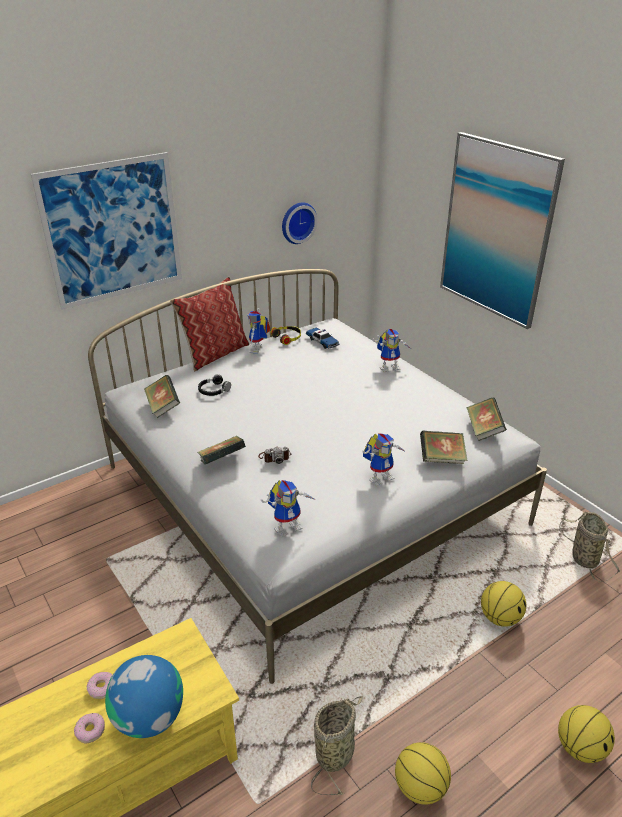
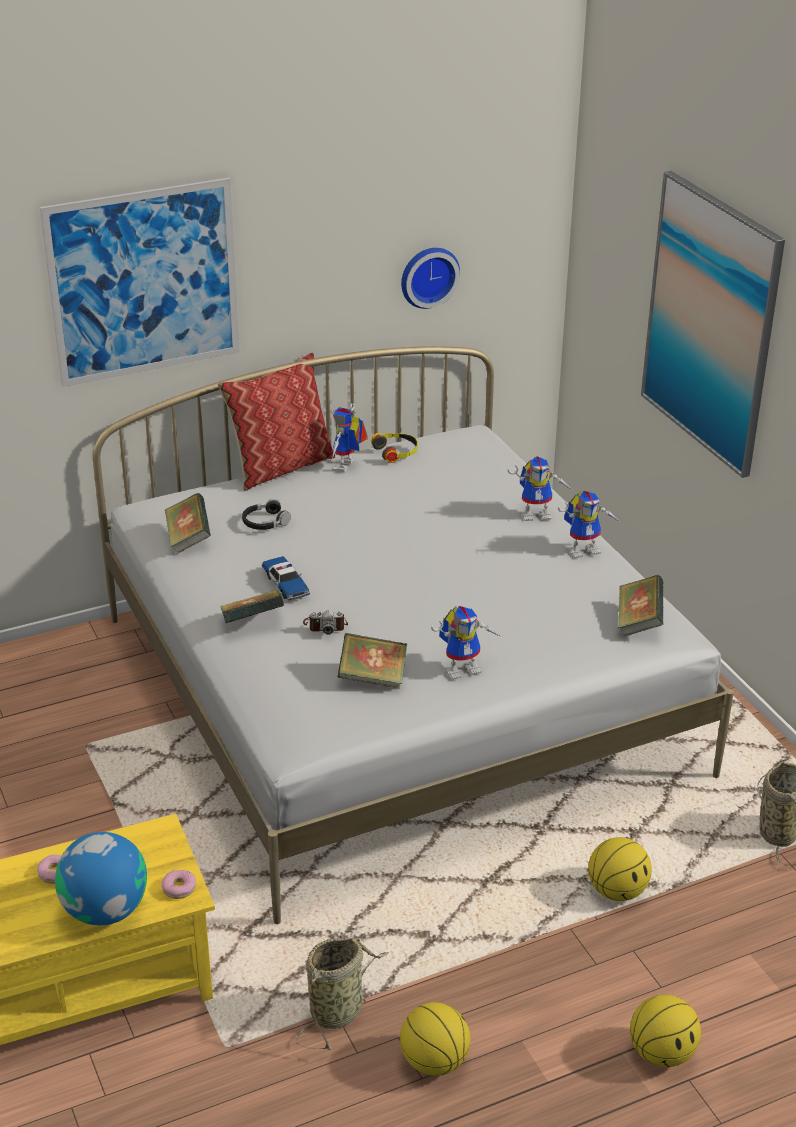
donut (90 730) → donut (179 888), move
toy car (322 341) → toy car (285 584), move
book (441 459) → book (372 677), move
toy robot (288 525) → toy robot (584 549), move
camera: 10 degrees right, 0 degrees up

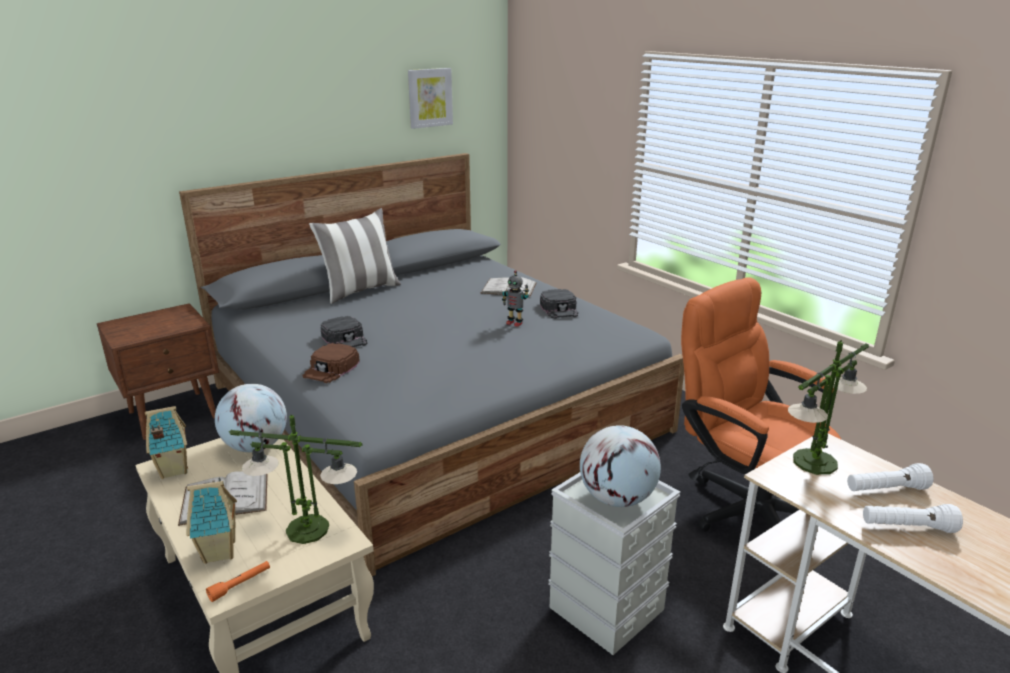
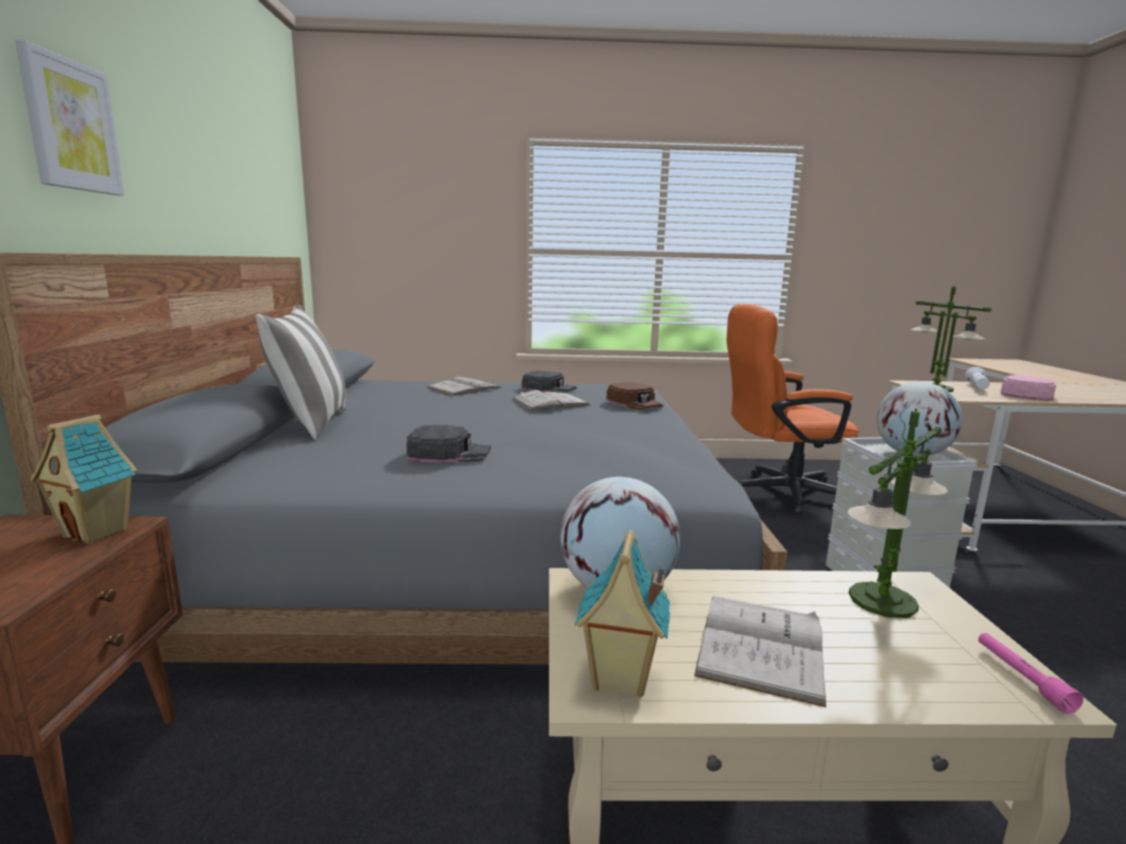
picture (430 98) → picture (71 125), move
toy house (220 552) → toy house (98 532), move
toy robot (514 323) → white book (550 402)
brown cap (331 369) → brown cap (635 402), move
orange flashlight (240 585) → pink flashlight (1021 678)
white flashlight (907 527) → pink cap (1026 394)
camera: 55 degrees left, 10 degrees down

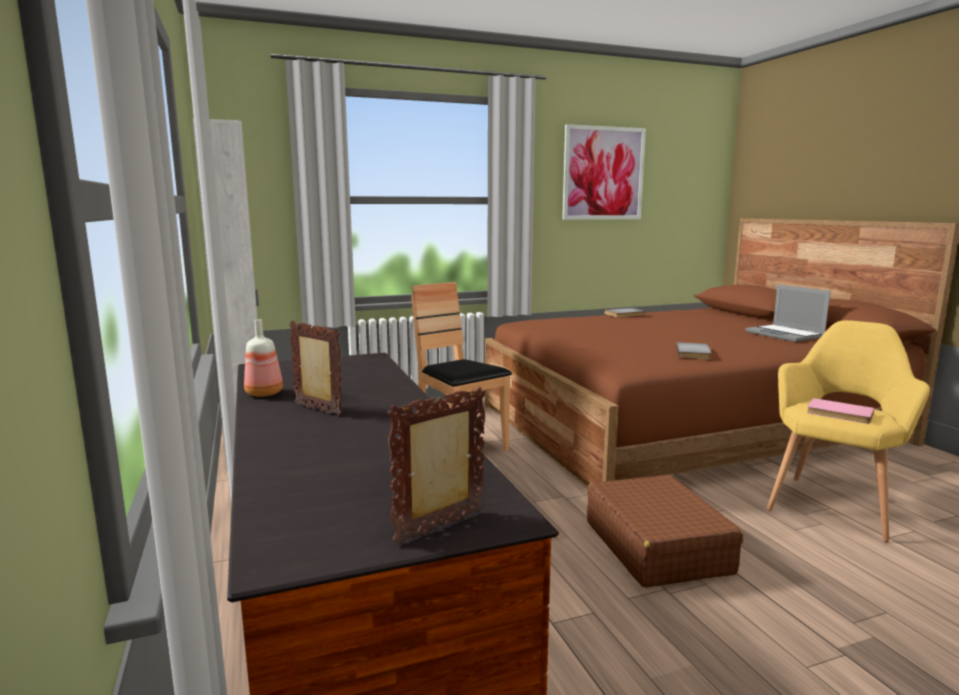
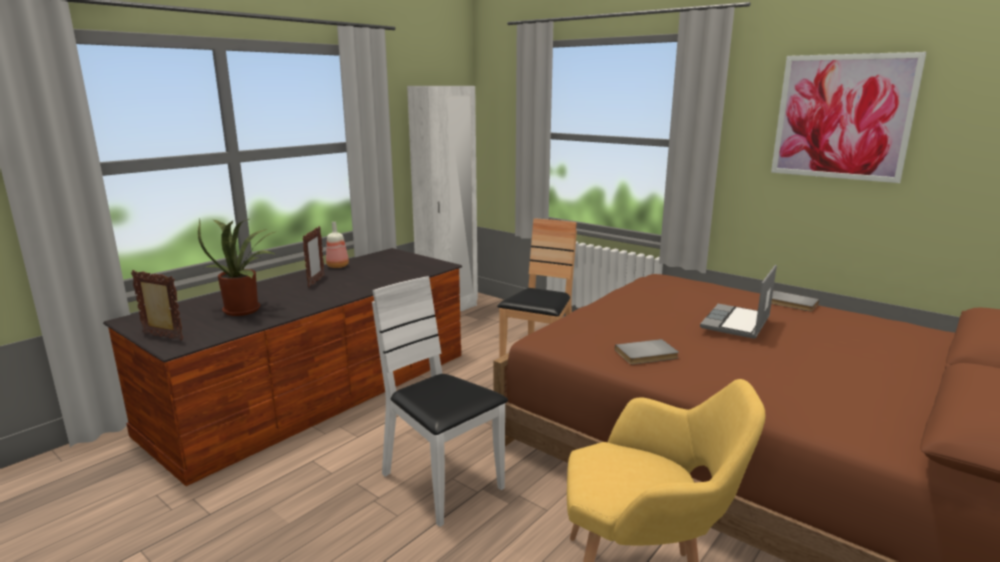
- → potted plant (246 309)
brown suitcase (656 546) → white chair (441 483)
laptop (785 335) → laptop (736 323), move
pink book (839 414) → -
camera: 60 degrees right, 5 degrees up

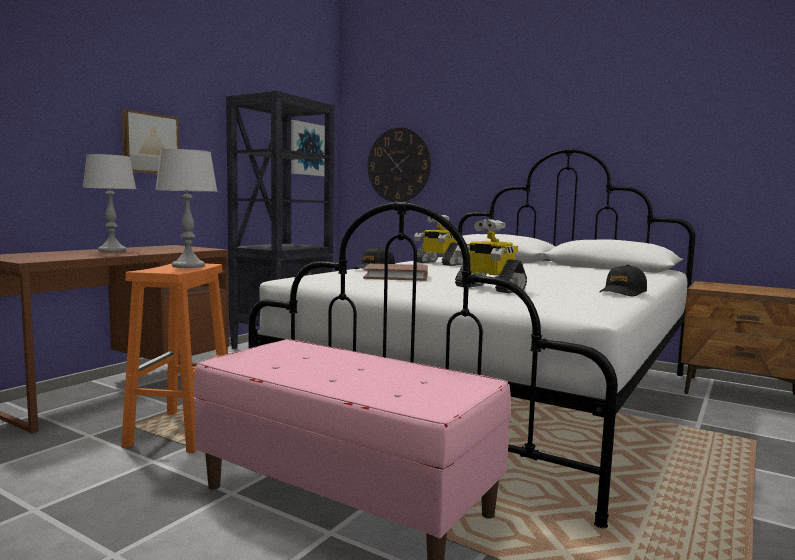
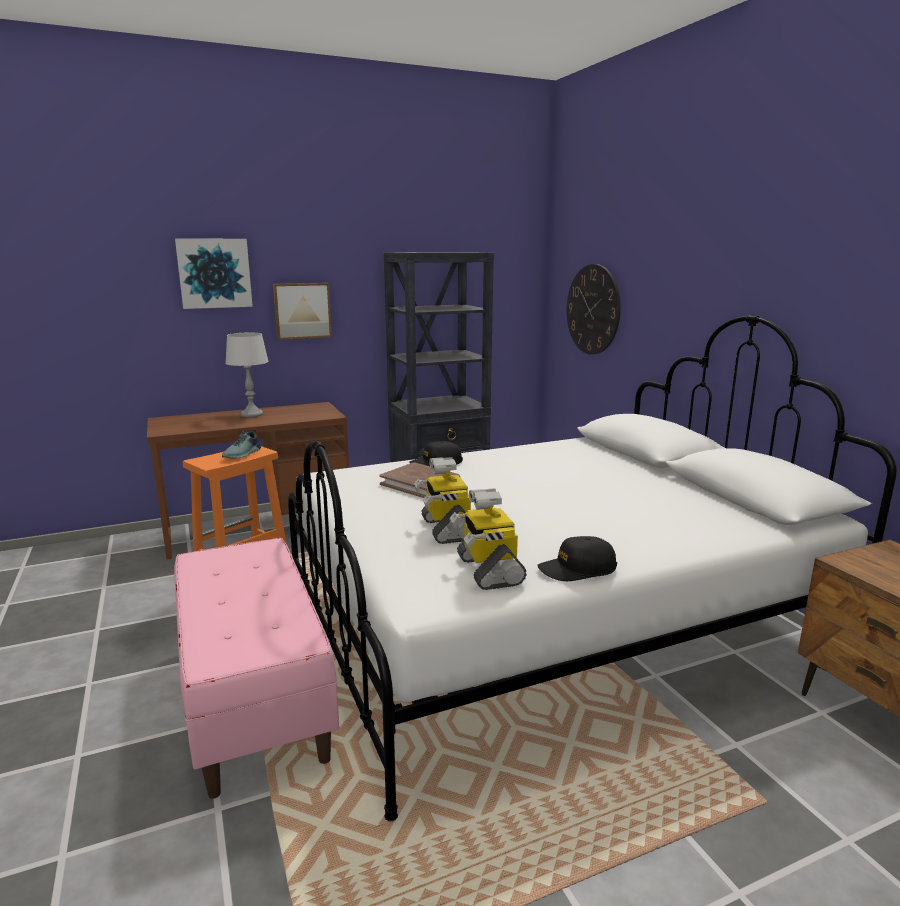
picture (307 149) → picture (214 273), move
grey table lamp (189 266) → shoe (243 454)
toy robot (438 263) → toy robot (488 570), move
camera: 35 degrees right, 10 degrees up

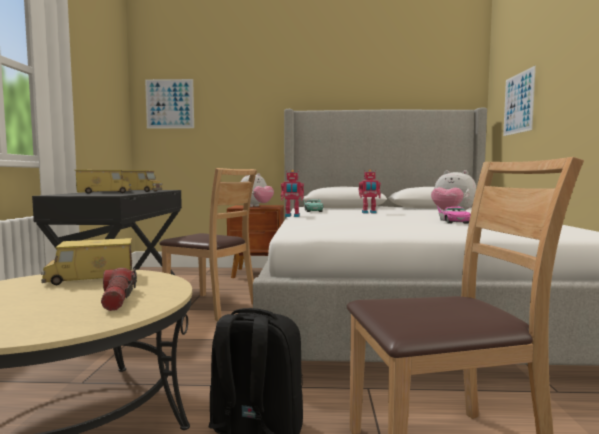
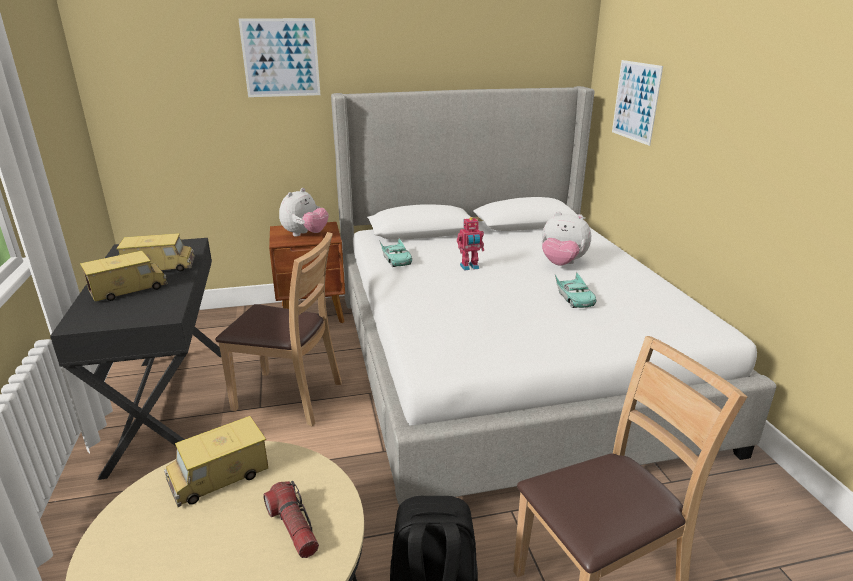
picture (170 104) → picture (281 58), move
pink toy car (453 221) → turquoise toy car (574 298)
toy robot (292 216) → -
camera: 15 degrees left, 20 degrees up

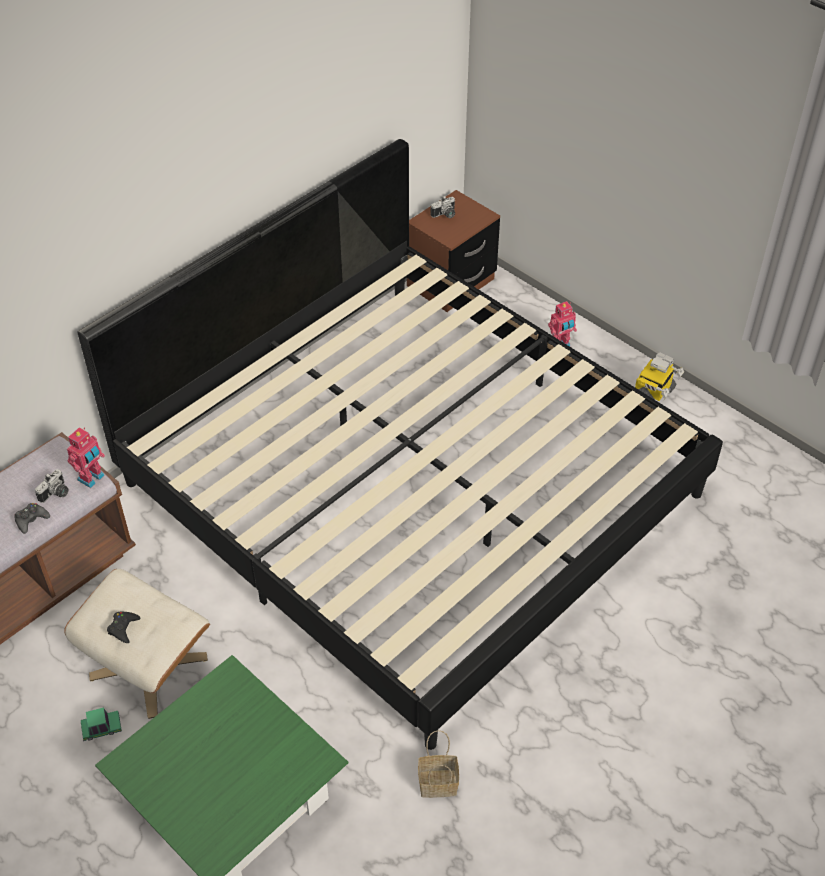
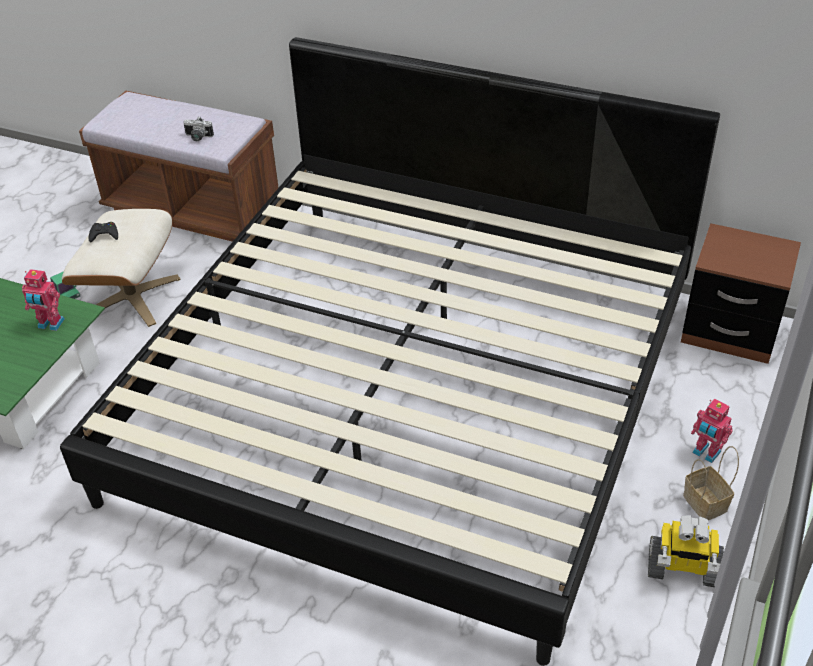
toy robot (92 478) → toy robot (50 324), move
basket (439 782) → basket (706 504), move
black game controller (31 520) → -
photo camera (445 215) → -
camera: 70 degrees right, 5 degrees down

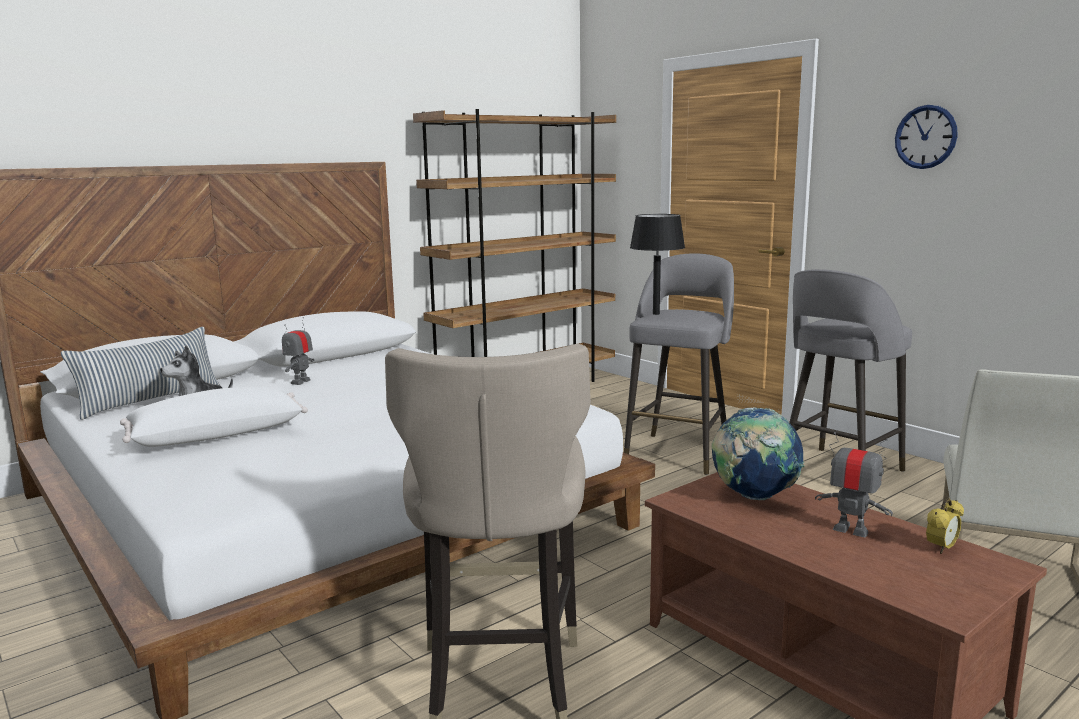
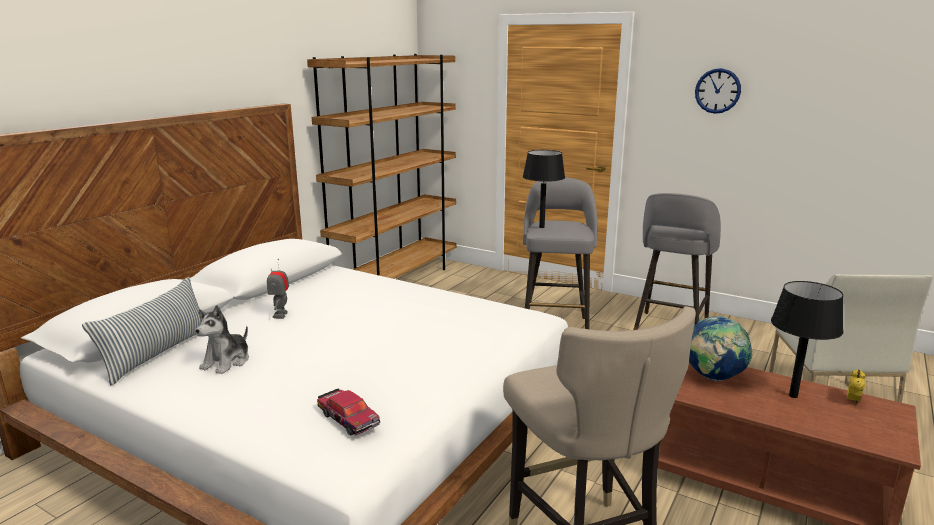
- → toy car (348 418)
toy robot (851 530) → black table lamp (793 396)
white pillow (217 435) → -
camera: 20 degrees left, 5 degrees up

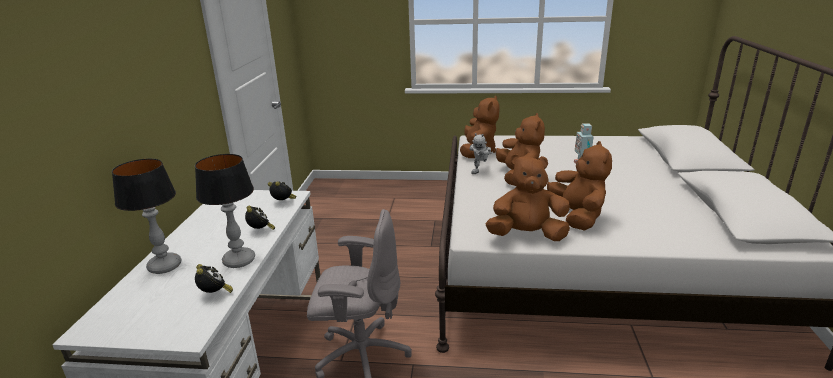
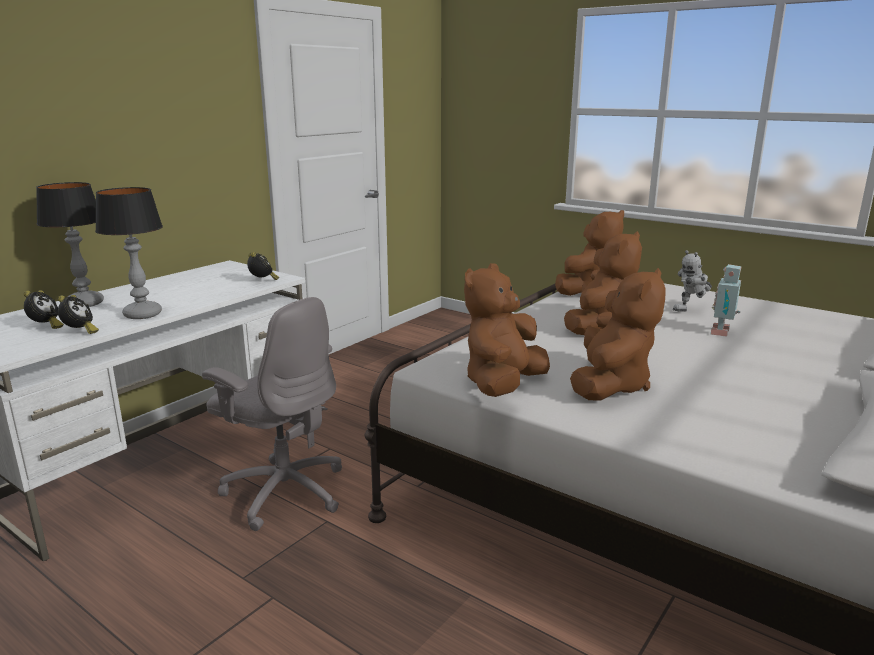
alarm clock (260 231) → alarm clock (45 327), move
brown plush toy (527 235) → brown plush toy (503 385), 90 degrees counterclockwise
toy robot (480 171) → toy robot (691 310), move
camera: 30 degrees right, 5 degrees down

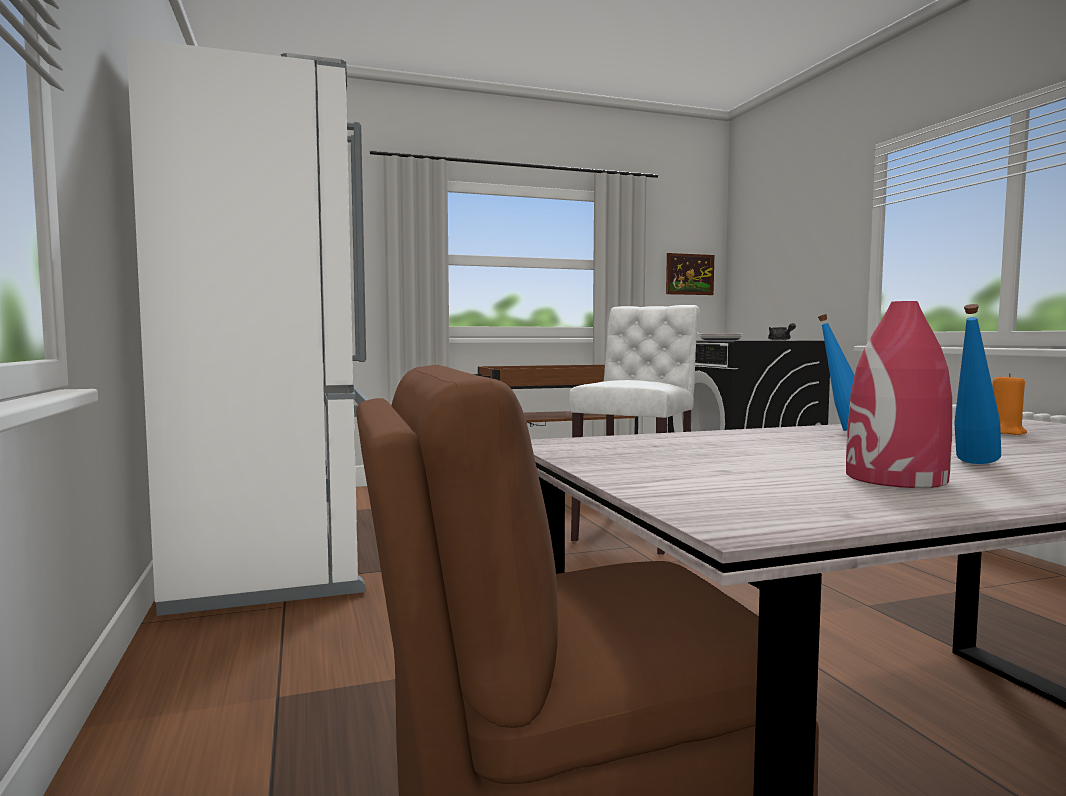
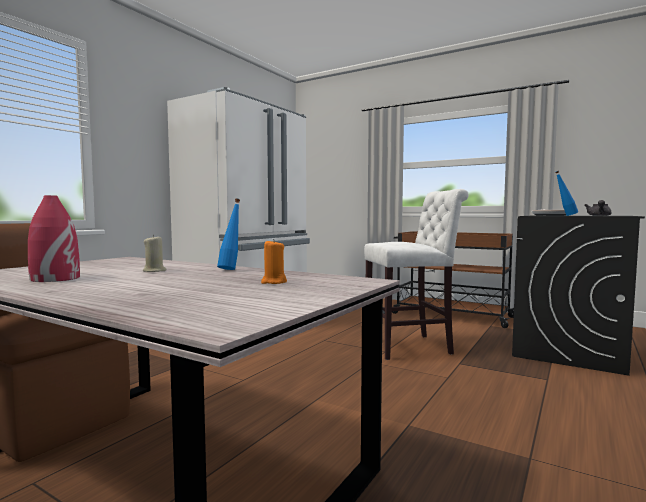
- → beige candle (155 271)
blue bottle (972 464) → blue bottle (565 215), move
picture (689 274) → -
camera: 50 degrees right, 0 degrees up

